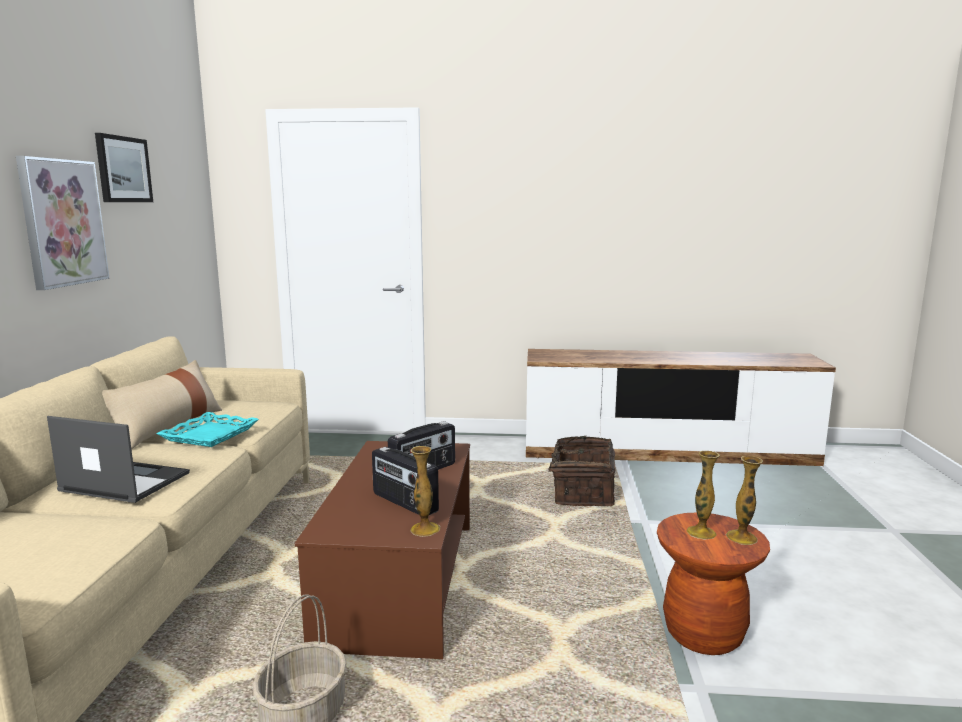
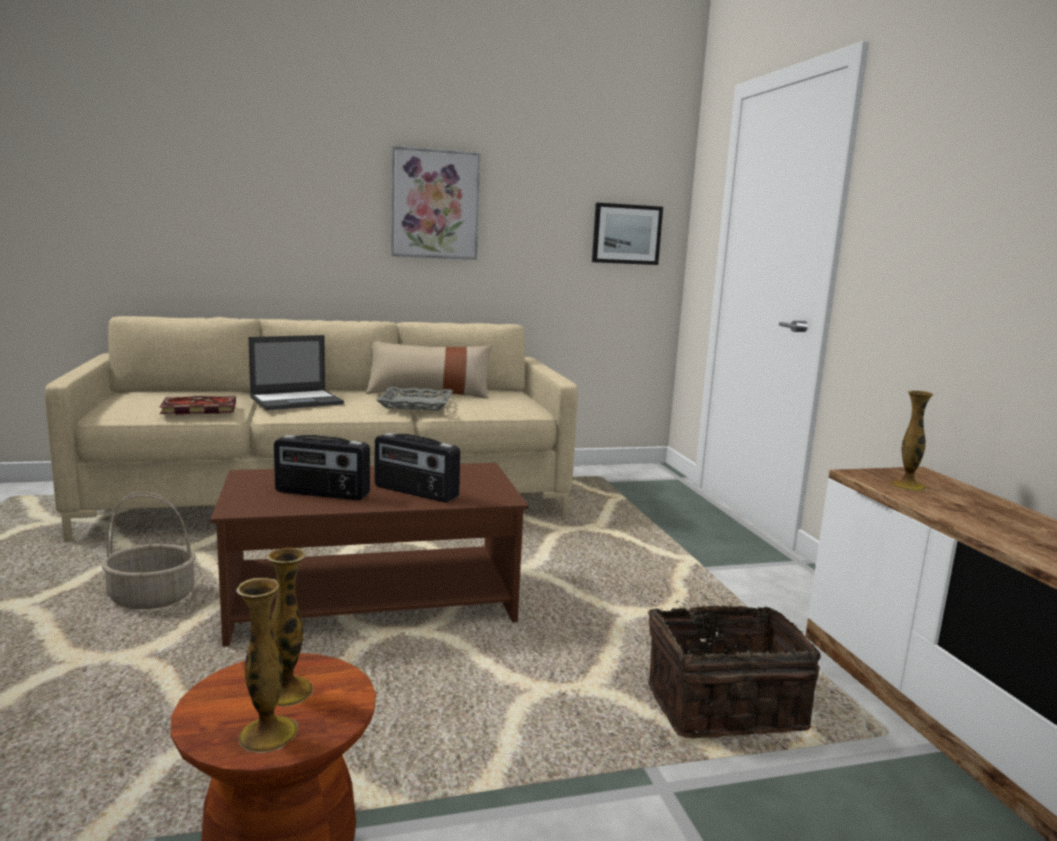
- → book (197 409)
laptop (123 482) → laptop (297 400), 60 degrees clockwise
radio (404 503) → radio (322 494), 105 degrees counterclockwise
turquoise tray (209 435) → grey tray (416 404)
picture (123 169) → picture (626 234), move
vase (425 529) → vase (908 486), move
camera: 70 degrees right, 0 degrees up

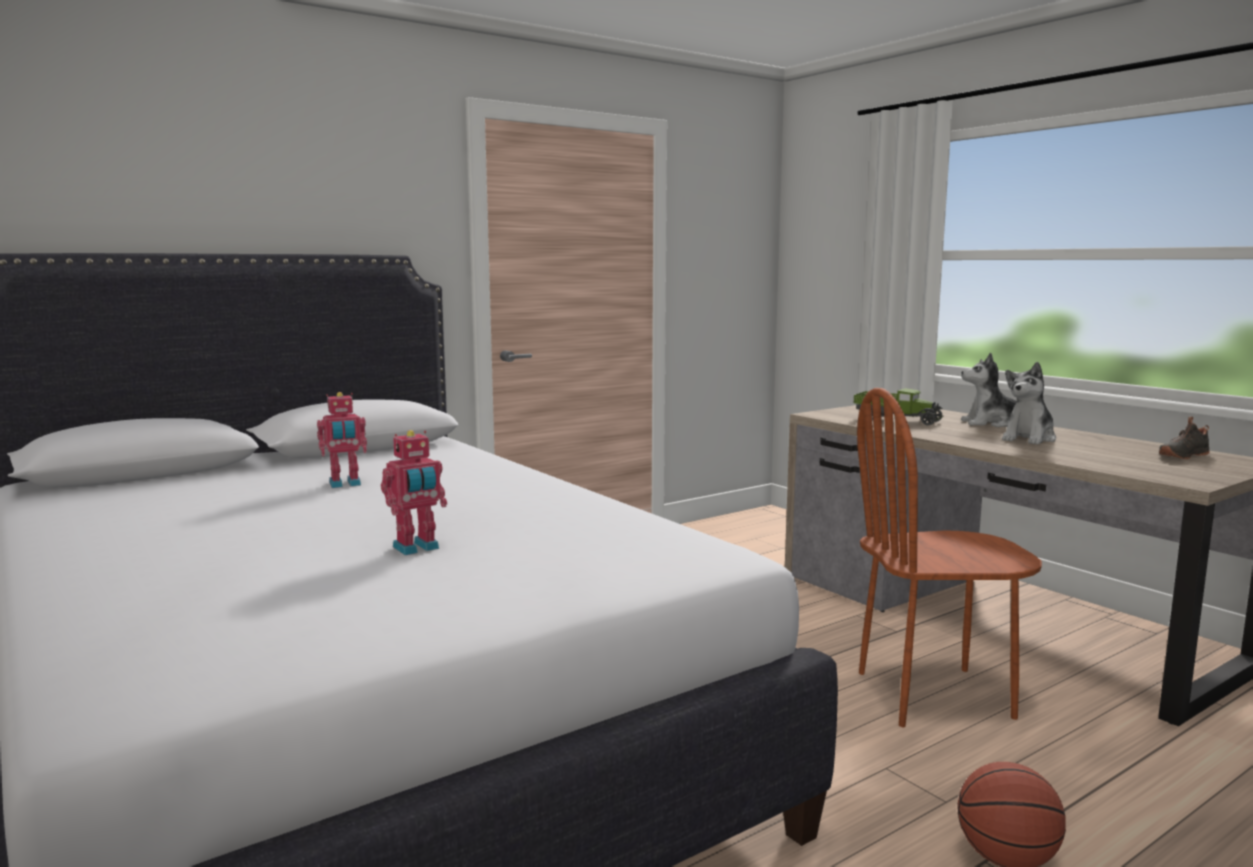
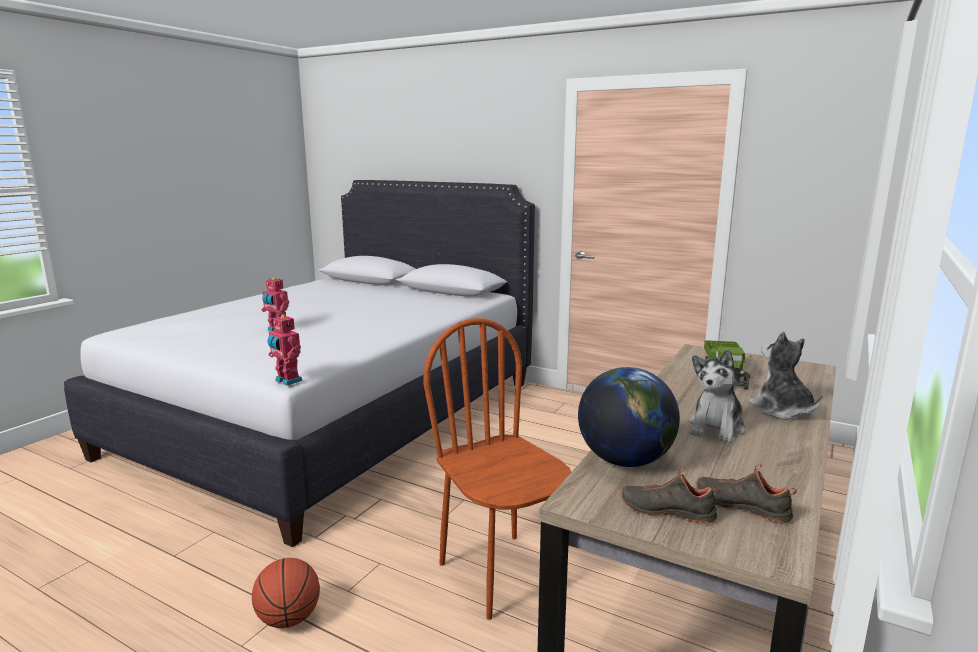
toy robot (345 484) → toy robot (287 381), move
- → globe (625 460)
- → black shoe (667 510)
plush toy (1029 439) → plush toy (716 428), 75 degrees counterclockwise
camera: 65 degrees right, 5 degrees up

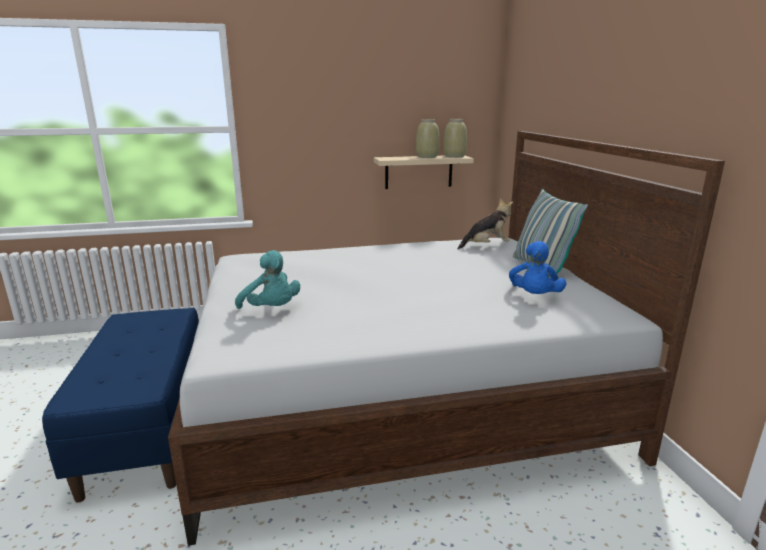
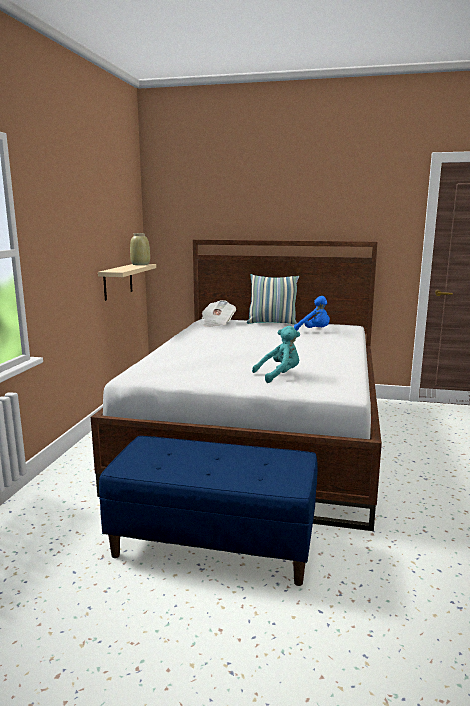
plush toy (486 246) → newspaper (217 323)
beige vase (427 157) → -
camera: 65 degrees left, 5 degrees down

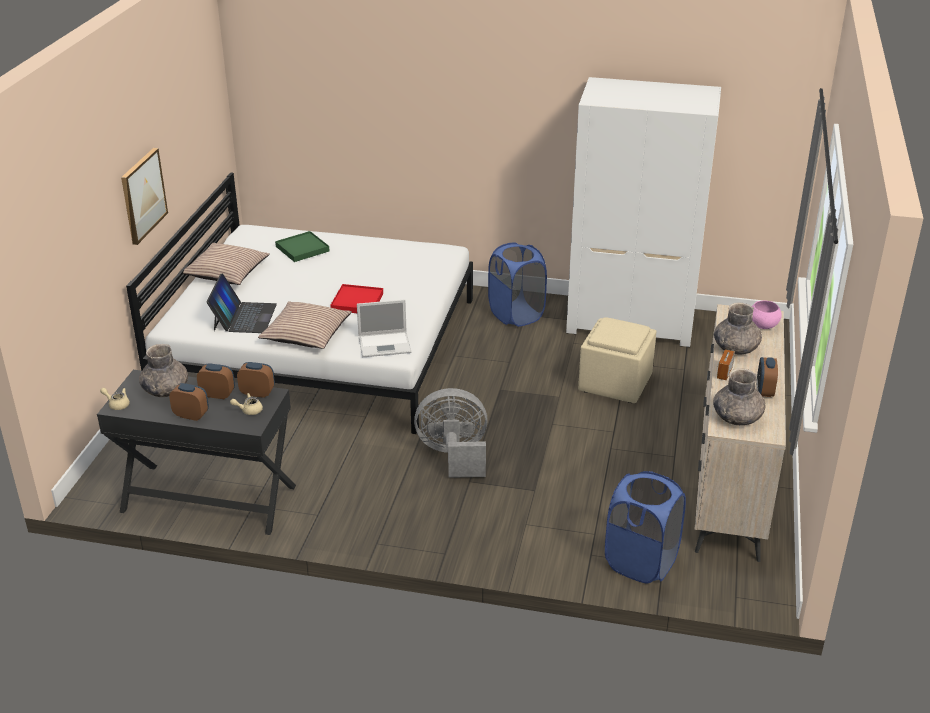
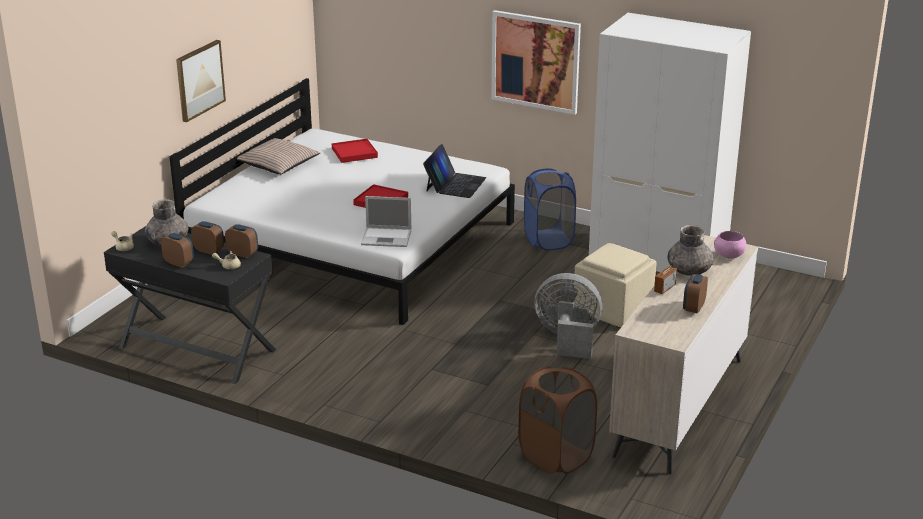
green tray (302 249) → red tray (354 153)
laptop (244 317) → laptop (455 184), move
- → picture (535 61)
blue laundry basket (641 562) → brown laundry basket (556 457)
grey fan (454 456) → grey fan (568 339), move
pillow (306 334) → -
grey vase (737 417) → -
camera: 15 degrees right, 5 degrees down

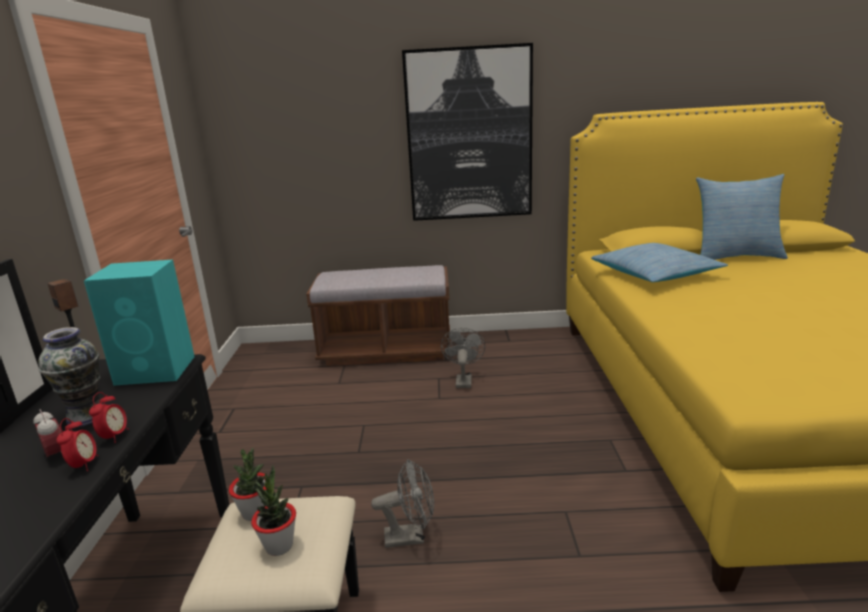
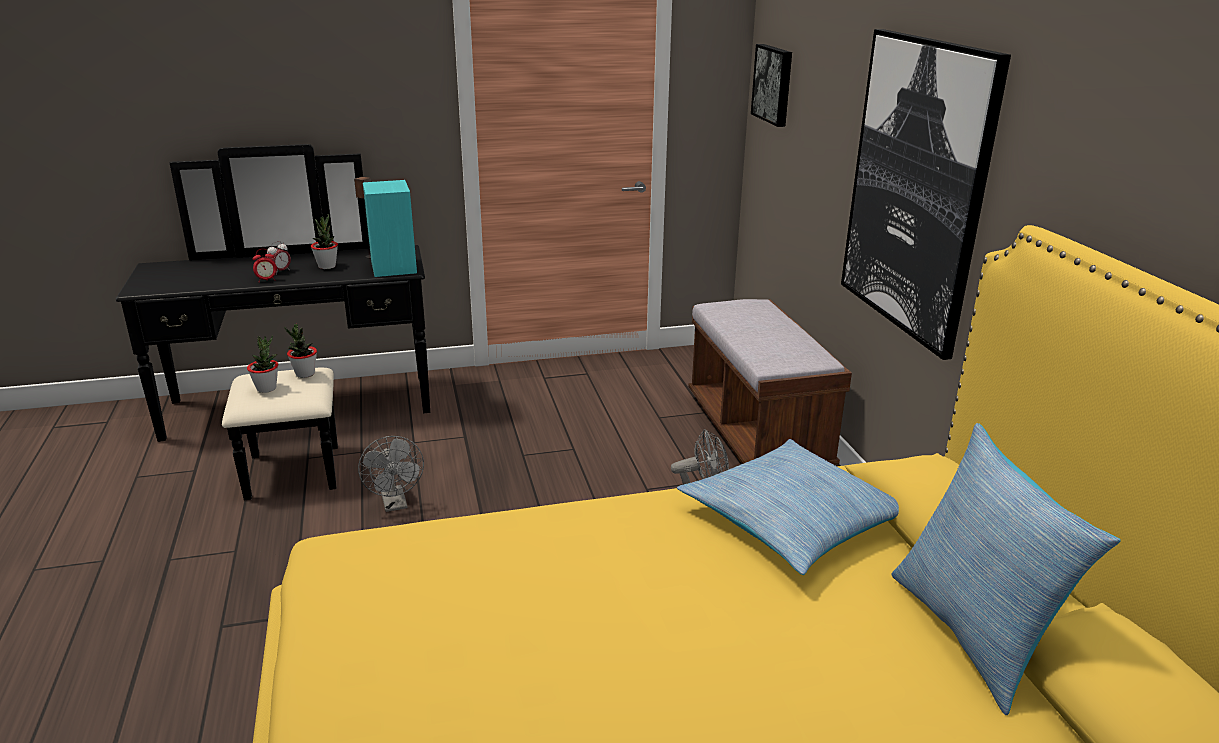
vase (87 416) → potted plant (327 266)
- → picture (774 84)
alarm clock (114 436) → -
camera: 75 degrees right, 5 degrees up

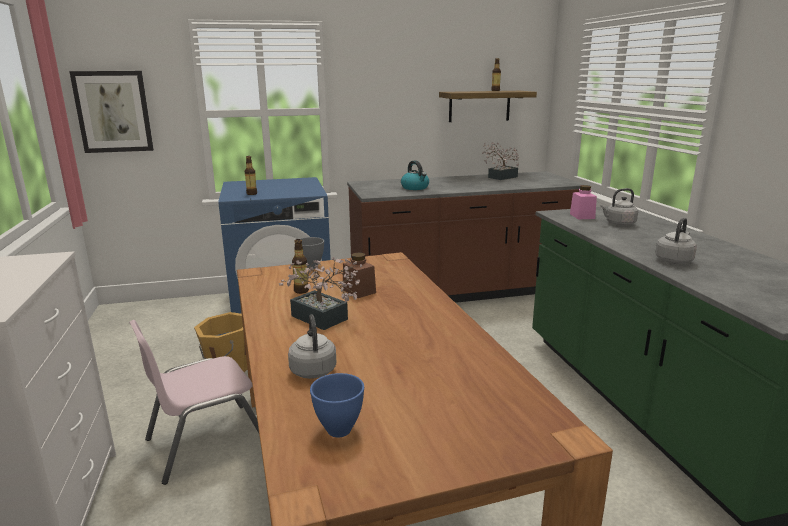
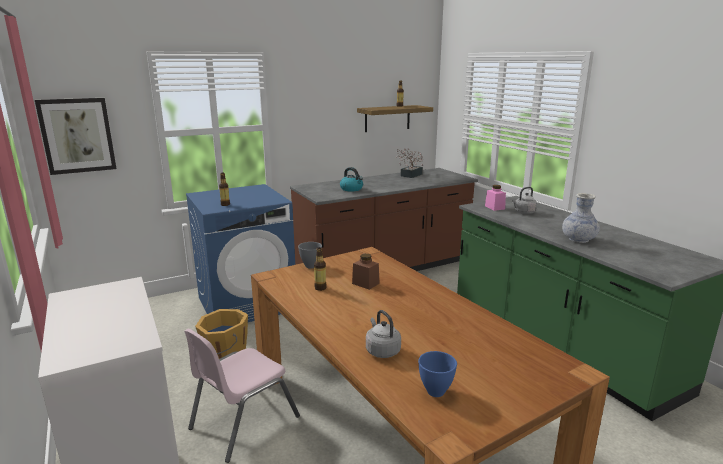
grey kettle (674 260) → vase (578 239)
potted plant (323 320) → -
camera: 15 degrees left, 0 degrees up

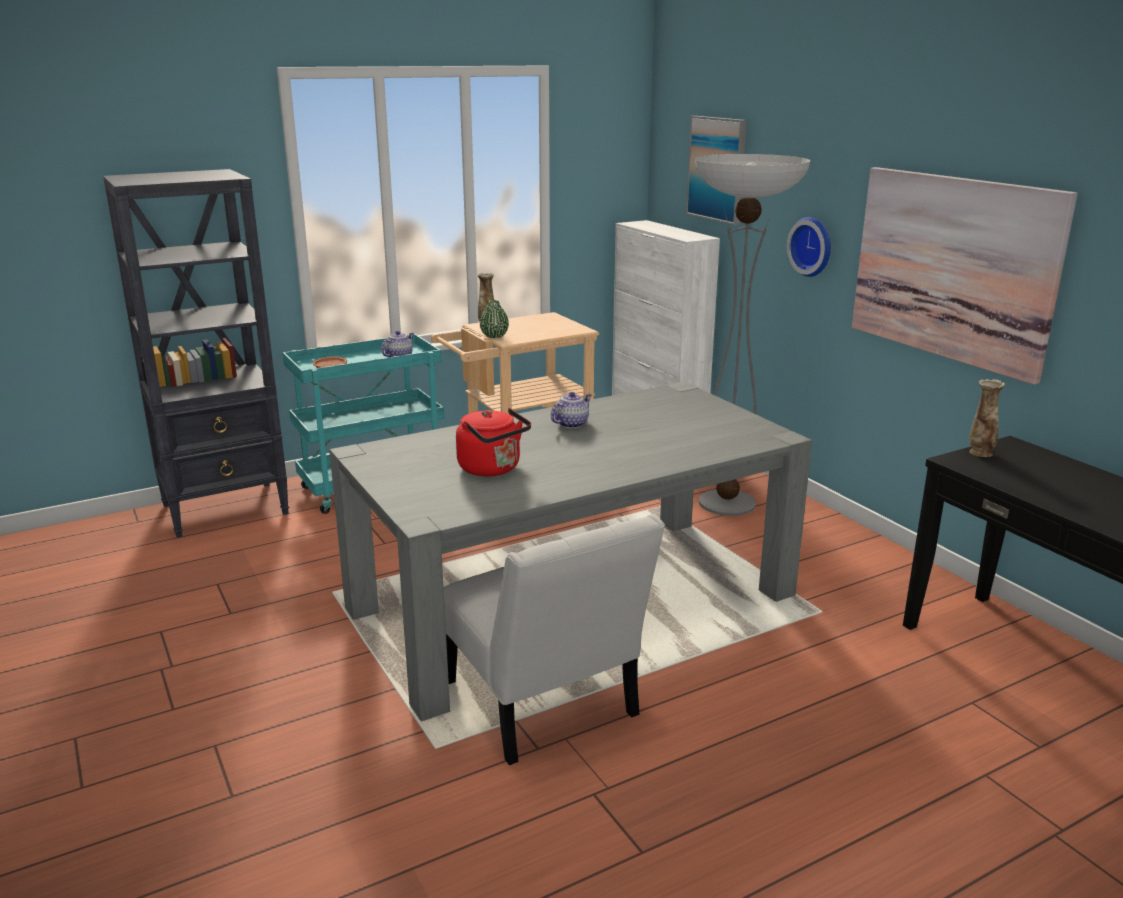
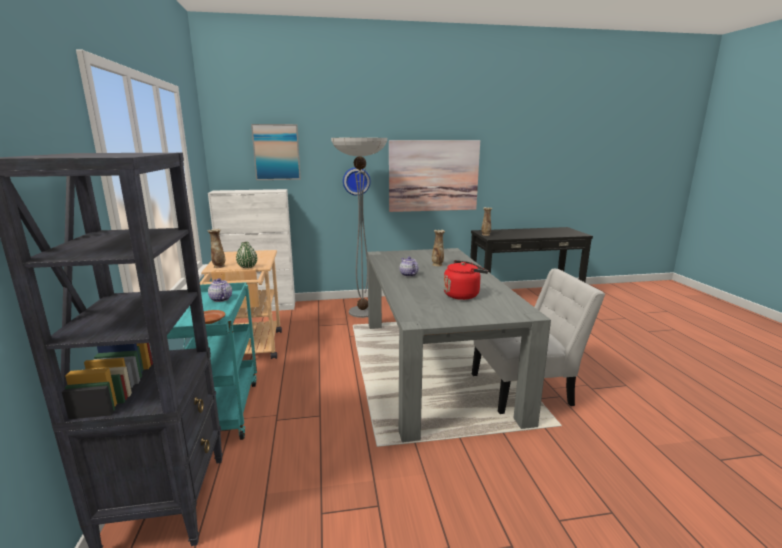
- → vase (437 265)
camera: 70 degrees left, 5 degrees down

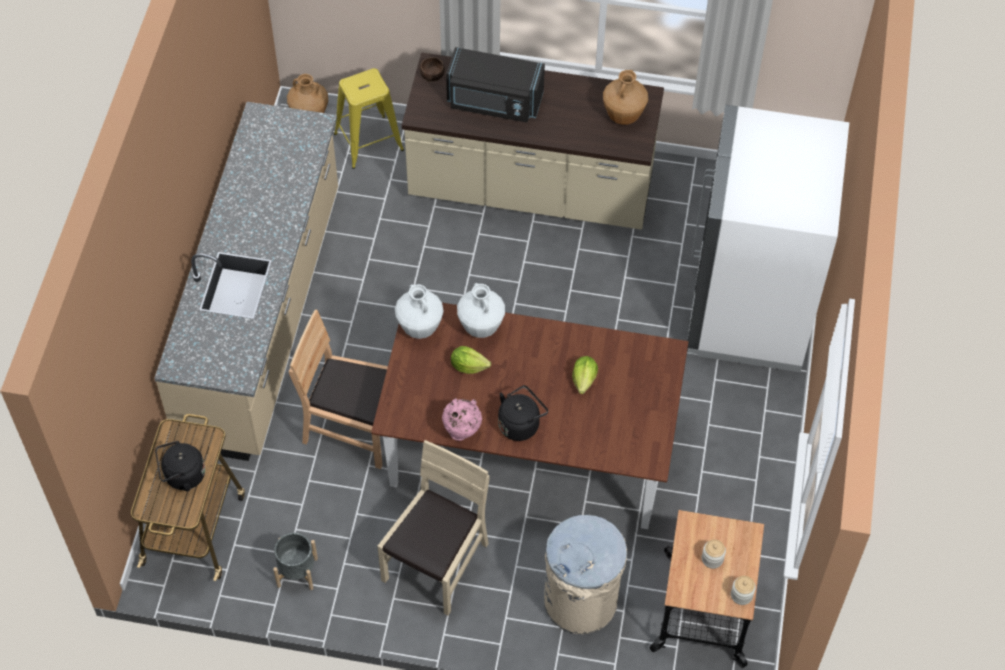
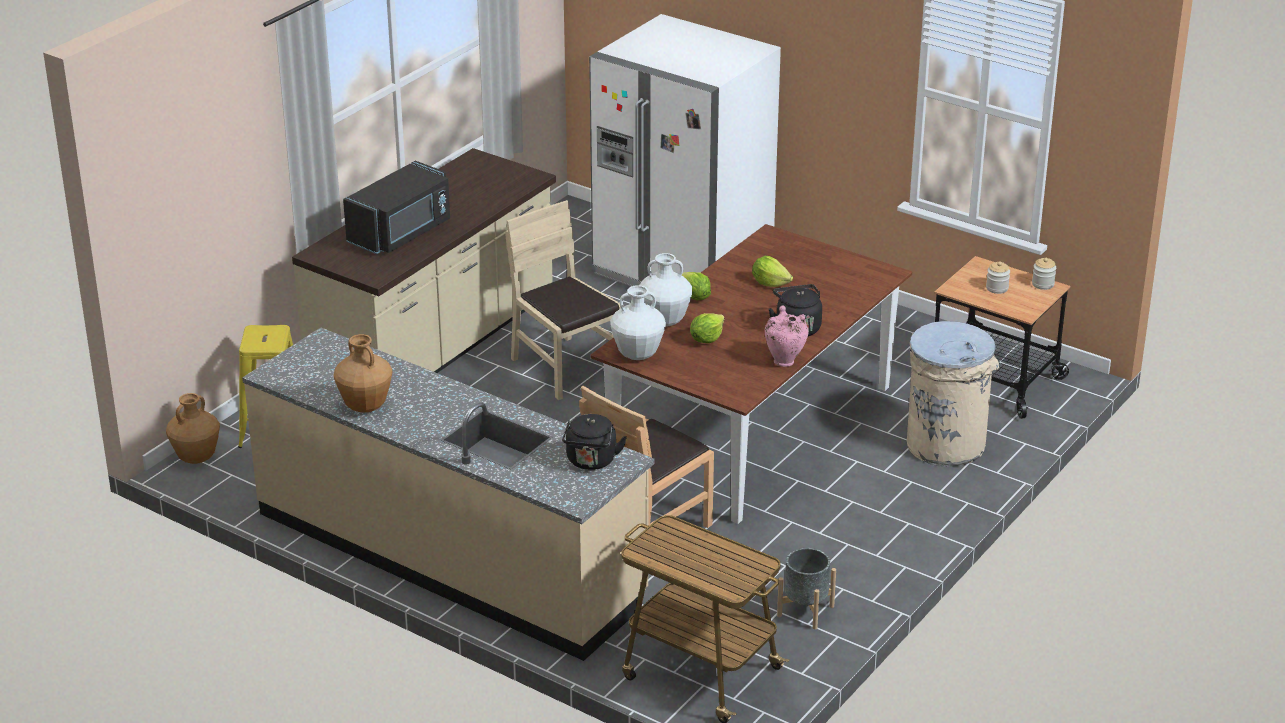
brown vase (623 117) → brown vase (365 407), move
beige chair (436 563) → beige chair (566 367), move
black kettle (182 476) → black kettle (591 462), move
- → lettuce (694 297)
brown bowl (432 74) → -
camera: 65 degrees left, 25 degrees down

